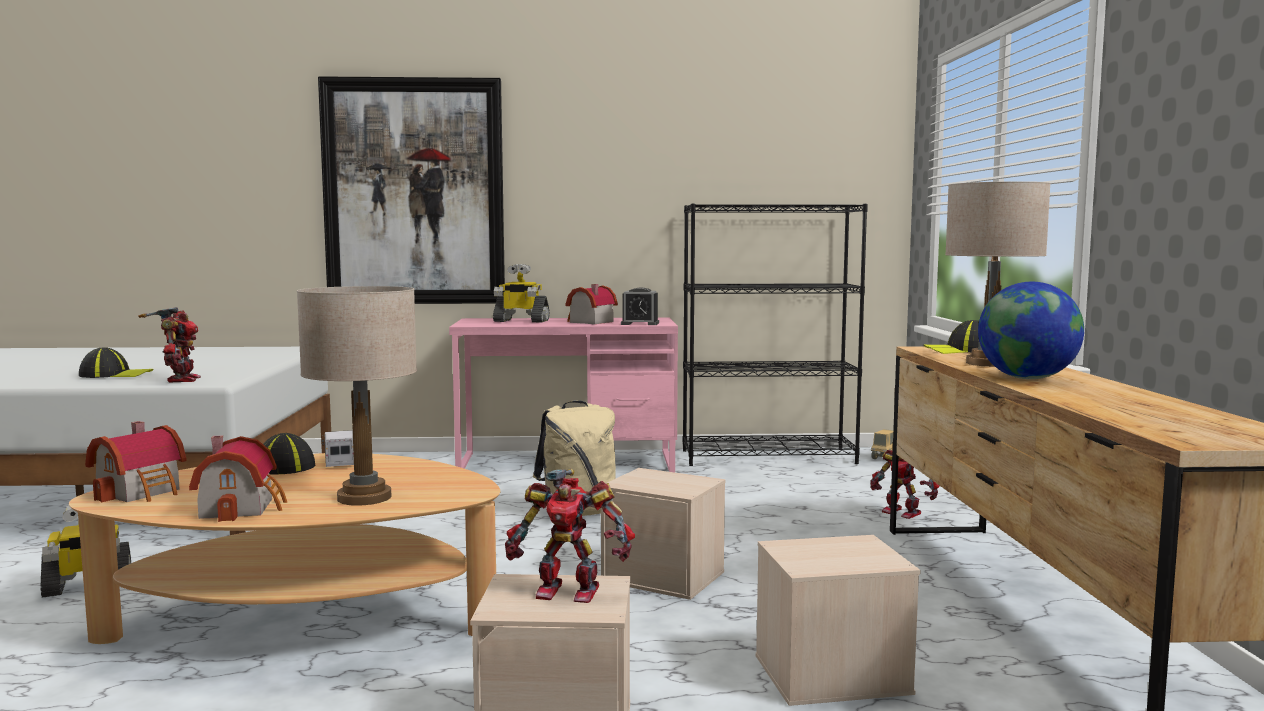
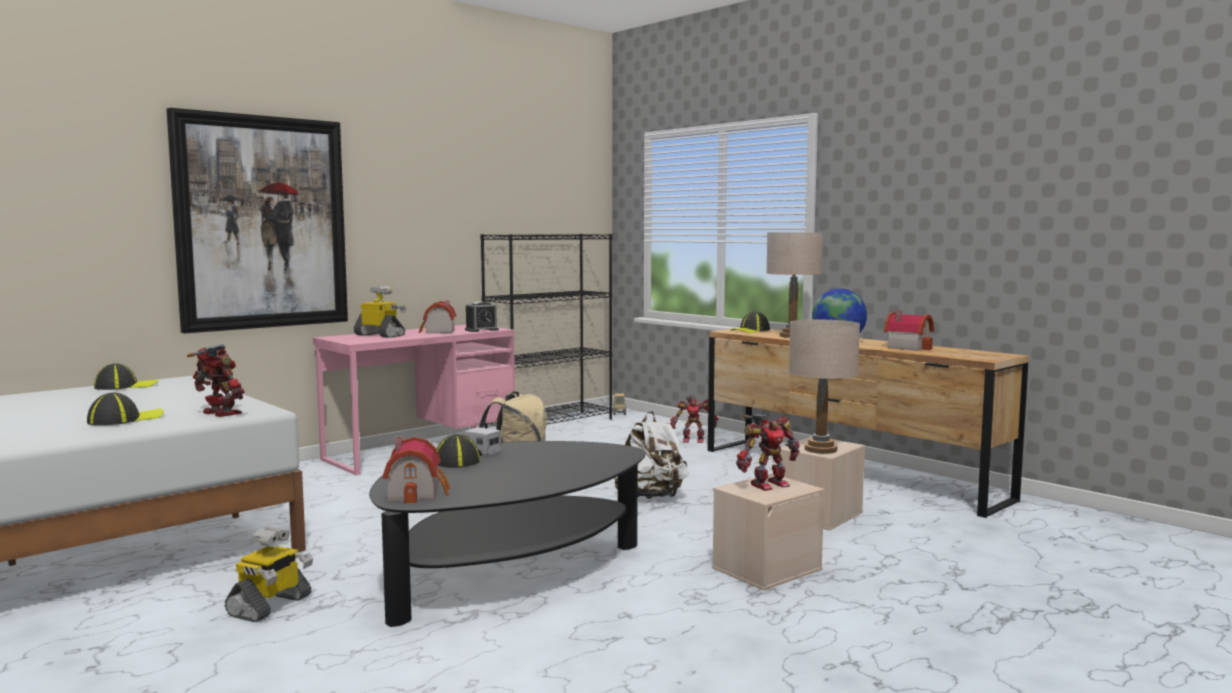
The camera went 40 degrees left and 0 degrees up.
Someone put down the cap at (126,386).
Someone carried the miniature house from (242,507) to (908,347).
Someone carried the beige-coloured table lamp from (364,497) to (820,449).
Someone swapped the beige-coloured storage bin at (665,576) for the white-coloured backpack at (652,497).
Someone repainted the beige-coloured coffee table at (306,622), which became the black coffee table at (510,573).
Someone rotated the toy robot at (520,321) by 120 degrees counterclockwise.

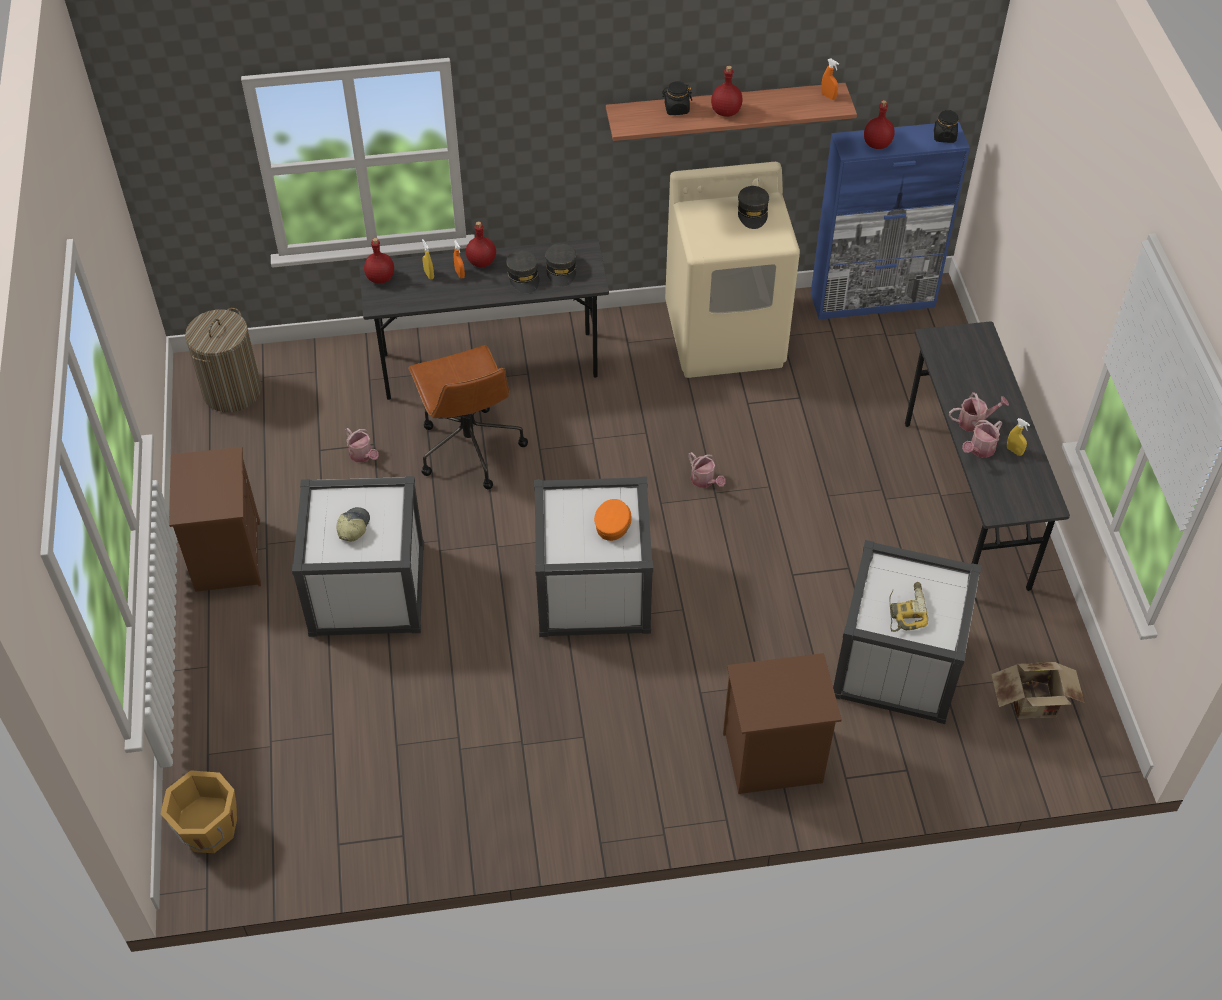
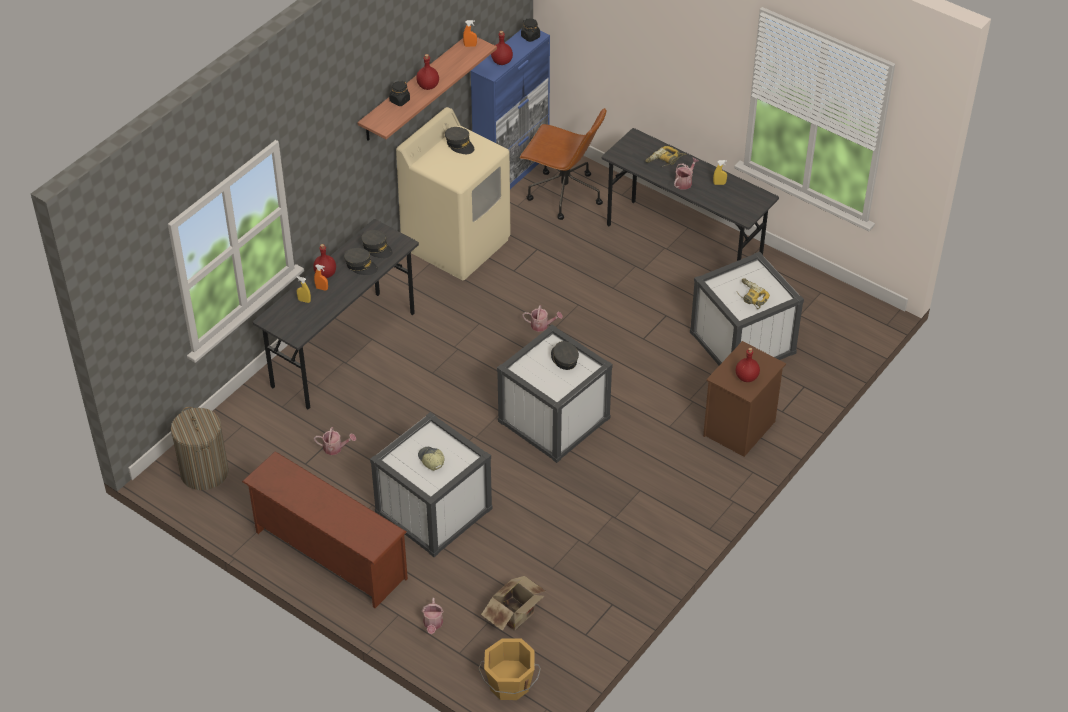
The camera went 45 degrees left and 5 degrees down.
Someone put down the power drill at (665,161).
Someone carried the red-coloured drink bottle from (381,278) to (747,377).
Someone carried the brown desk chair from (469,447) to (563,194).
Someone carried the watering can from (979,450) to (433,624).
Someone carried the cardboard box from (1034,706) to (516,615).
Someone swapped the brown nightstand at (226,555) for the brown shoe stand at (328,555).
Someone repainted the orange cap at (613,523), which became the greyish cap at (564,359).

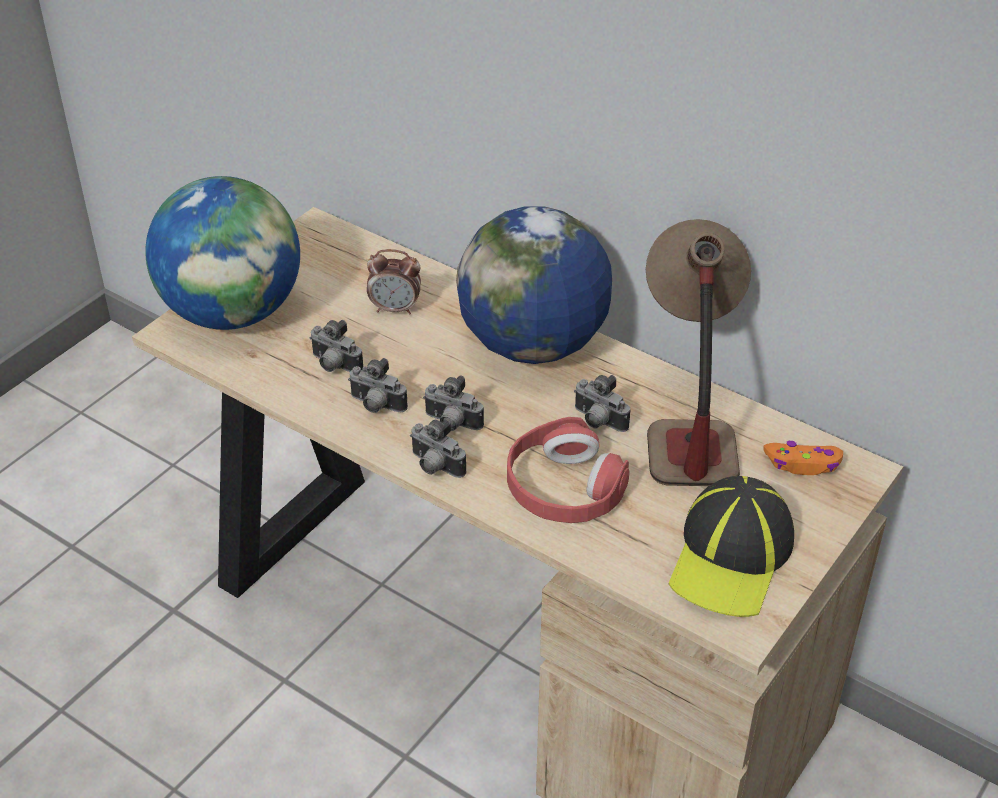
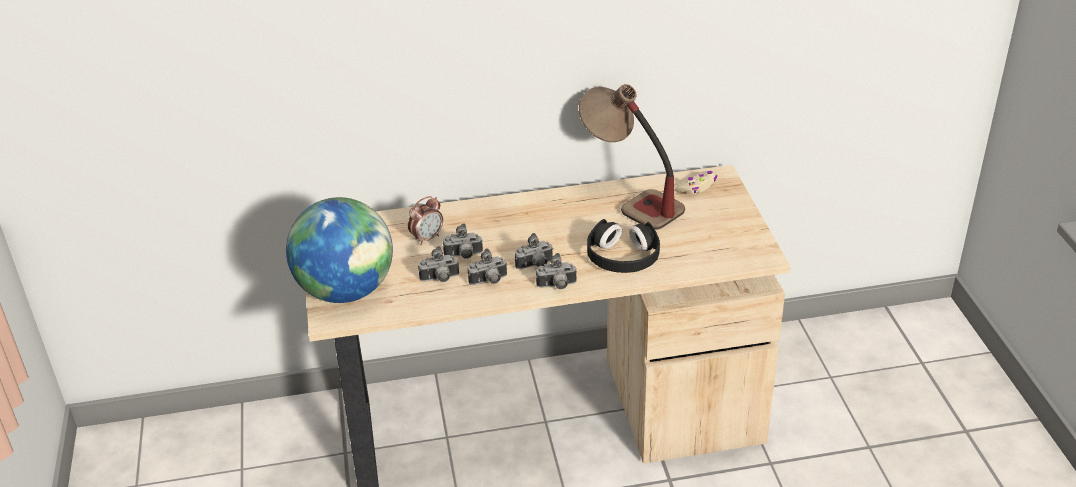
The camera went 45 degrees left and 5 degrees down.
Someone took away the globe at (533,345).
Someone took away the cap at (731,556).
Someone carried the still camera from (597,422) to (463,256).
Someone repainted the red-coloured pair of headphones at (564,487), which became the black pair of headphones at (623,257).
Someone repainted the orange joypad at (803,464), which became the beige-coloured joypad at (697,187).

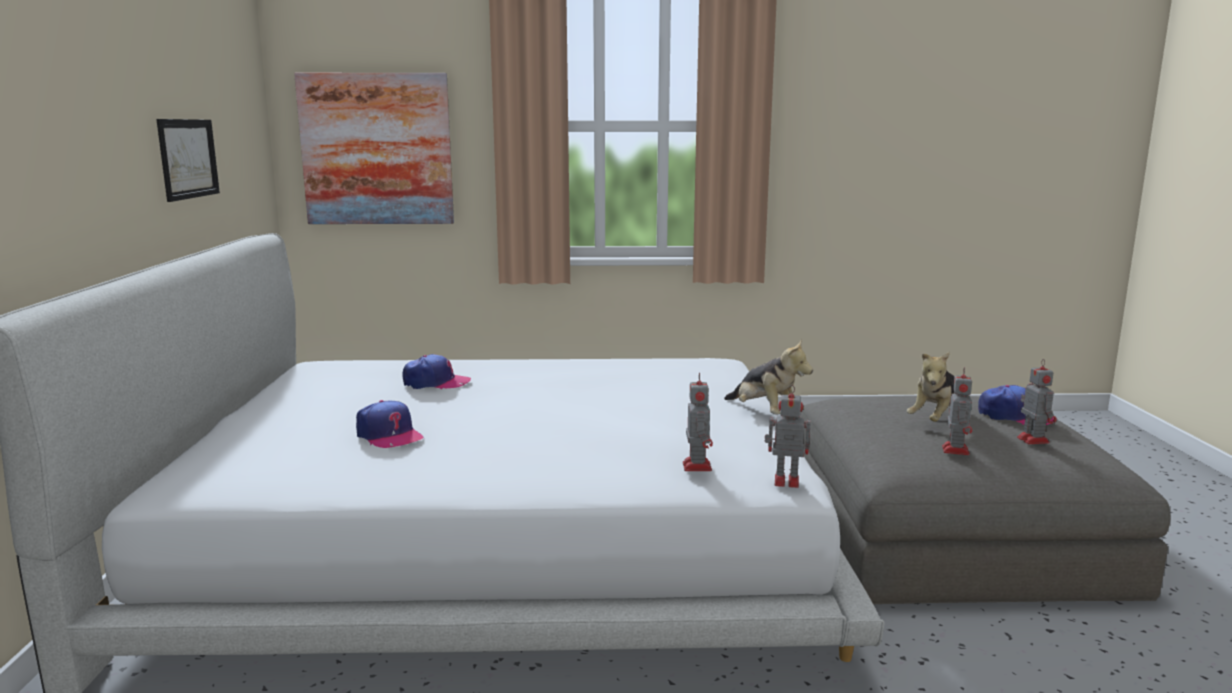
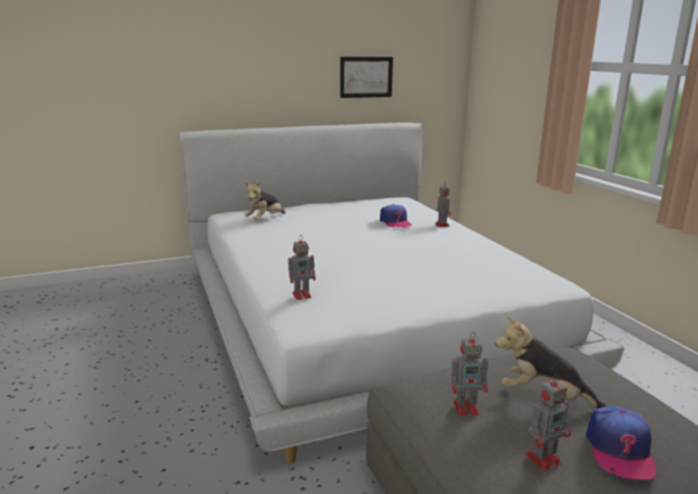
The camera went 70 degrees right and 5 degrees up.
Someone took away the picture at (377,149).
Someone took away the cap at (389,435).
Someone carried the plush toy from (764,413) to (265,220).
Someone carried the toy robot from (784,481) to (441,224).

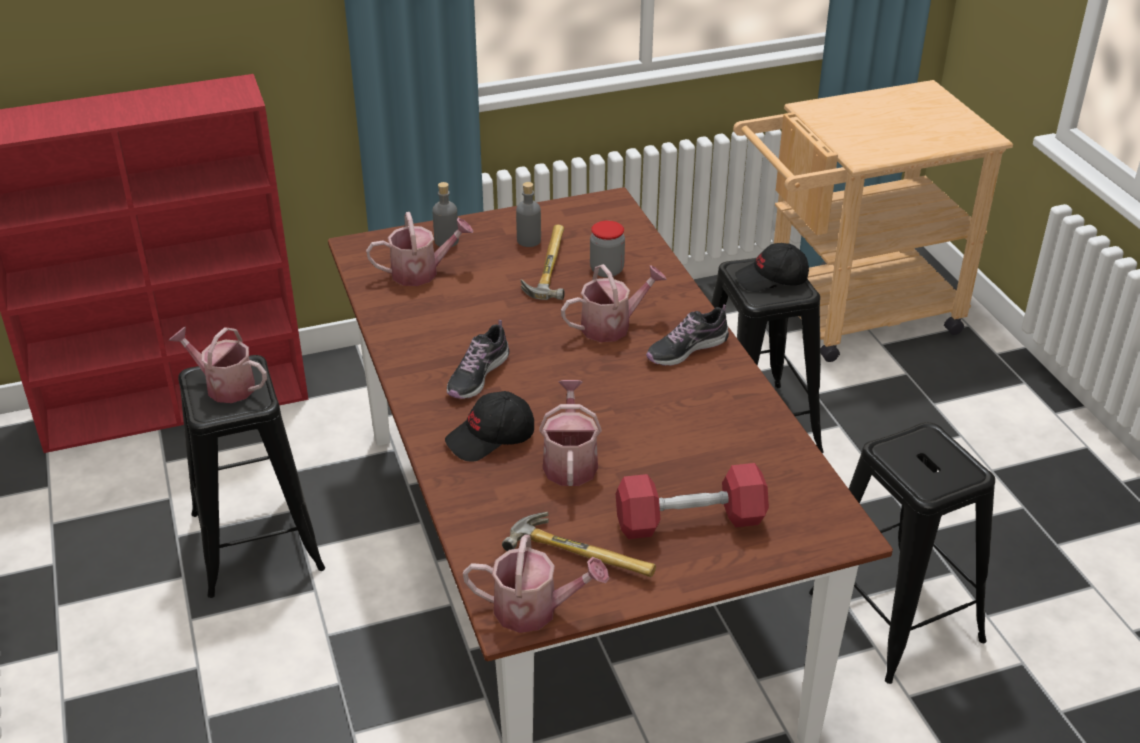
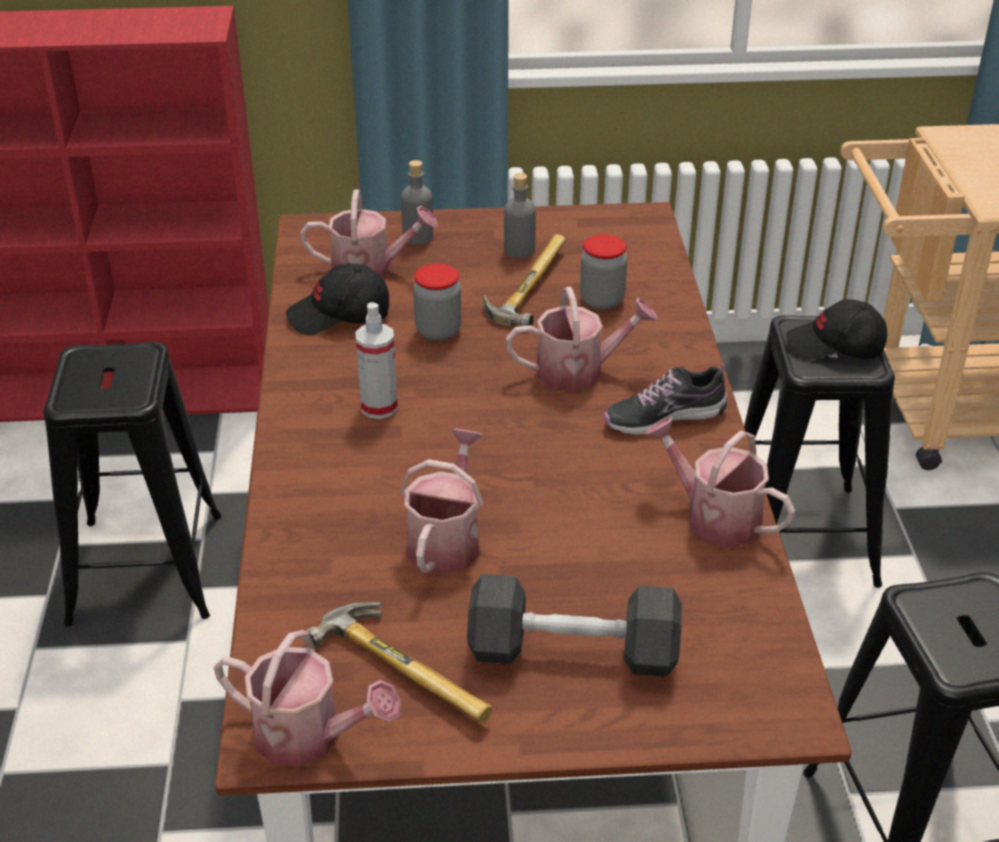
The camera went 15 degrees right and 0 degrees up.
Someone put down the preserve jar at (438,331).
Someone carried the watering can from (224,386) to (714,516).
Someone carried the black cap from (491,438) to (340,316).
Someone swapped the low shoe at (477,375) for the sprayer at (379,407).
Someone repainted the red-coloured hand weight at (690,521), which became the greyish hand weight at (573,652).

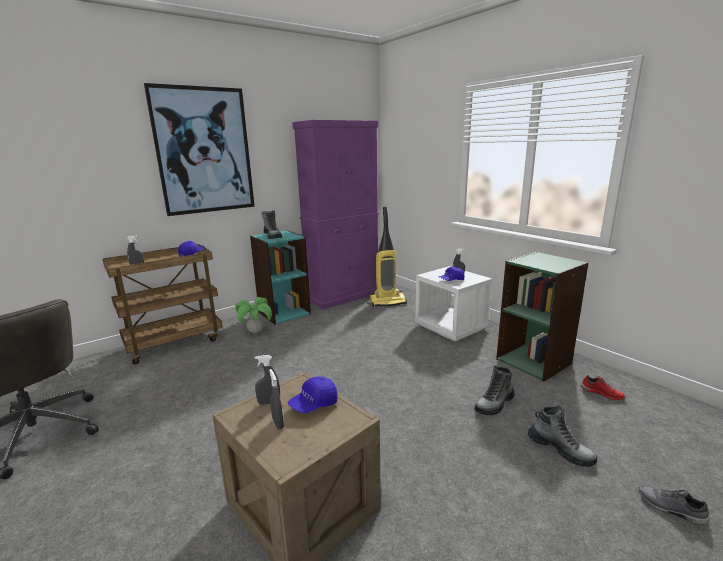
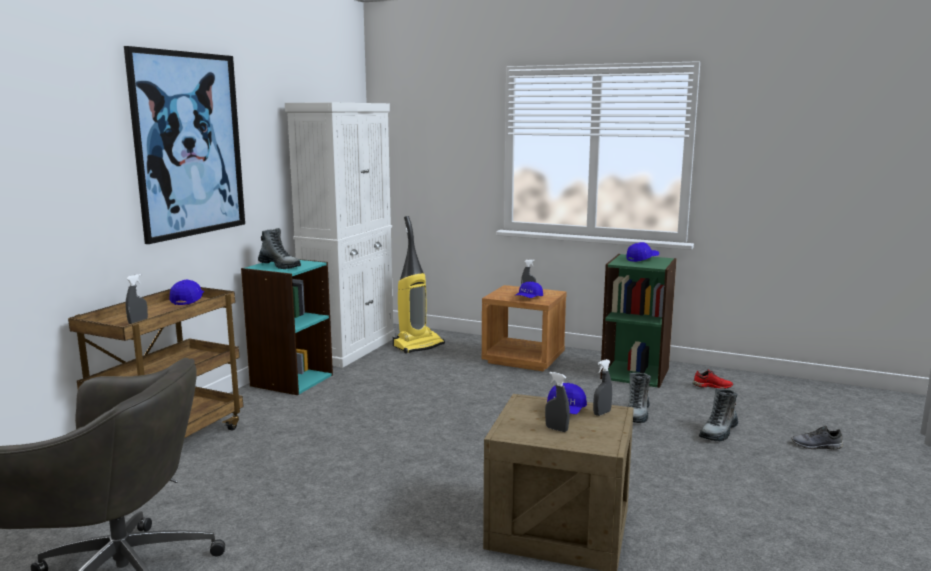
The camera went 30 degrees left and 5 degrees down.
Someone took away the plant in a pot at (256,332).
Someone put down the bluish cap at (642,259).
Someone carried the greyish sprayer from (269,402) to (602,413).
Someone repainted the purplish cupboard at (343,296), which became the white-coloured cupboard at (349,348).
Someone repainted the white-coloured nightstand at (451,327), which became the brown nightstand at (524,359).
Someone rotated the boot at (560,450) by 120 degrees clockwise.

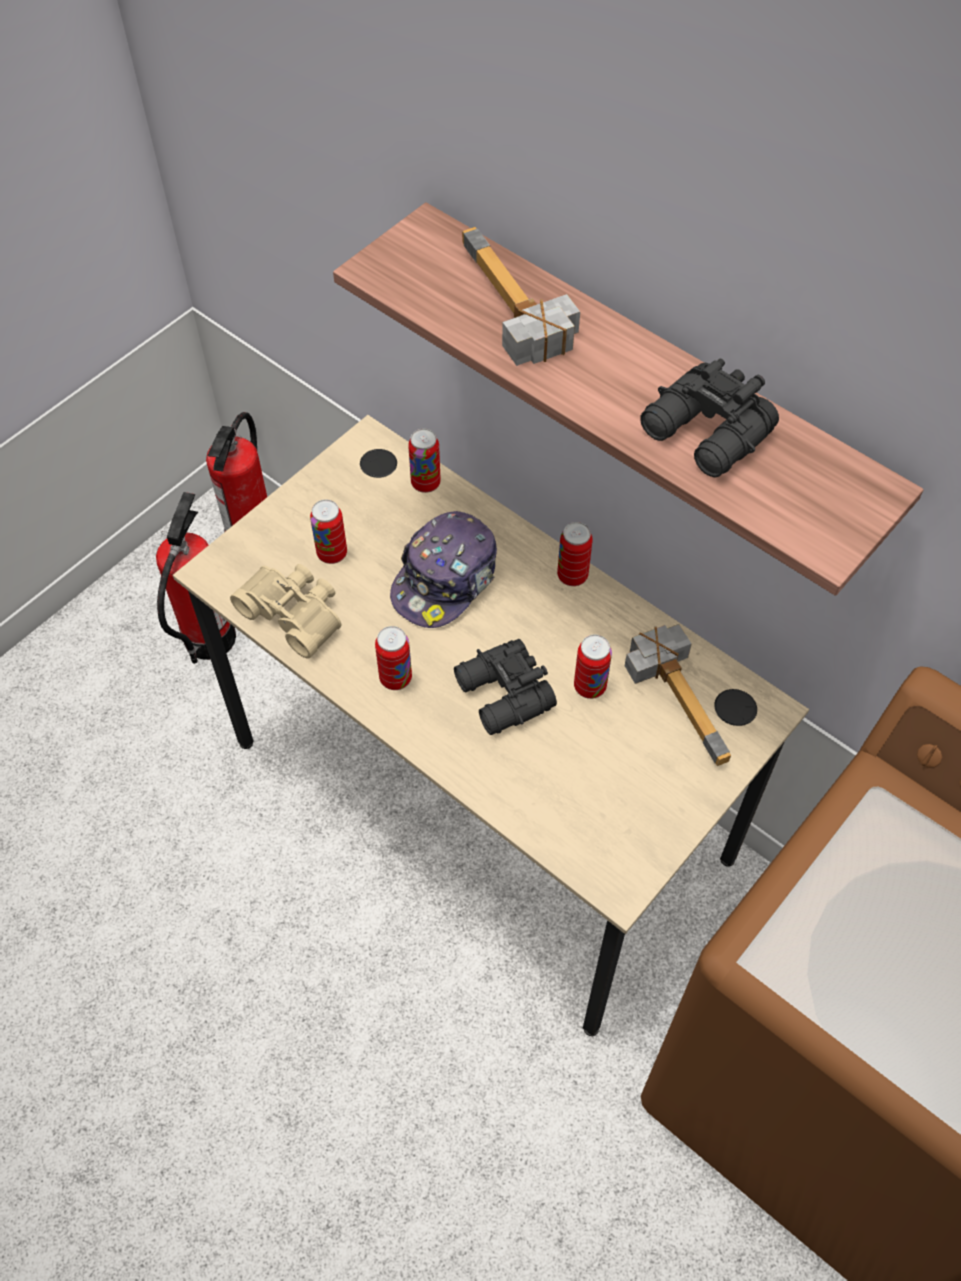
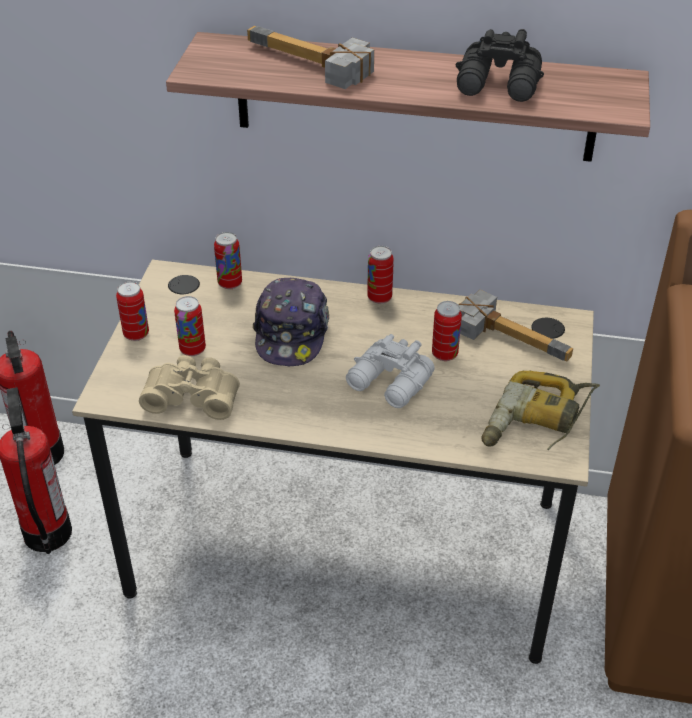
The camera went 30 degrees left and 15 degrees down.
Someone put down the power drill at (537,423).
Someone carried the metal can from (395,678) to (136,334).
Someone repainted the black field glasses at (503,696), which became the white-coloured field glasses at (390,384).

